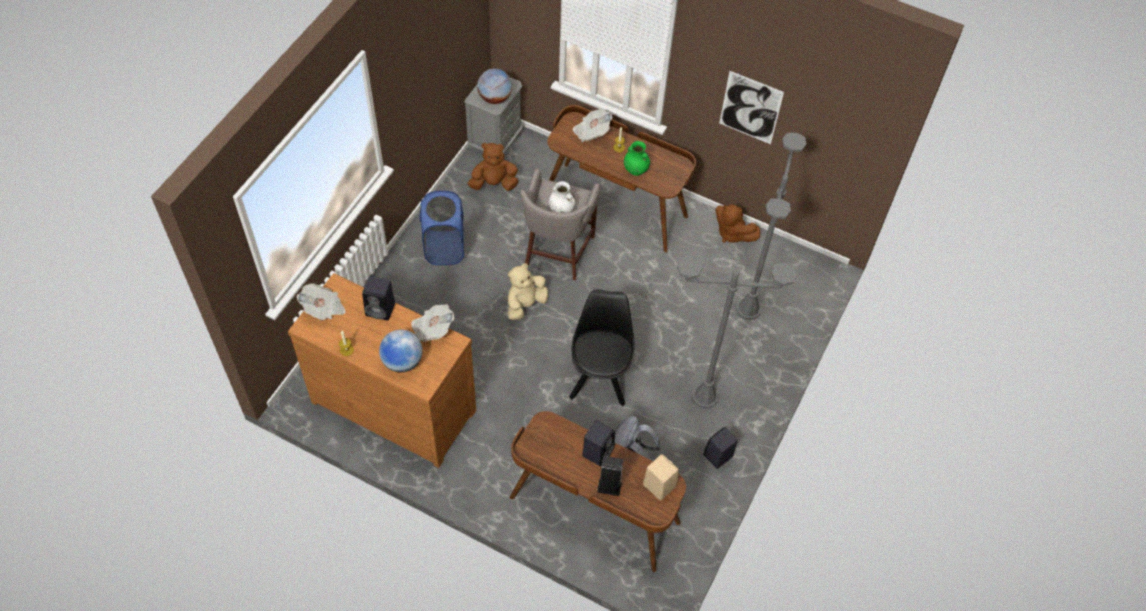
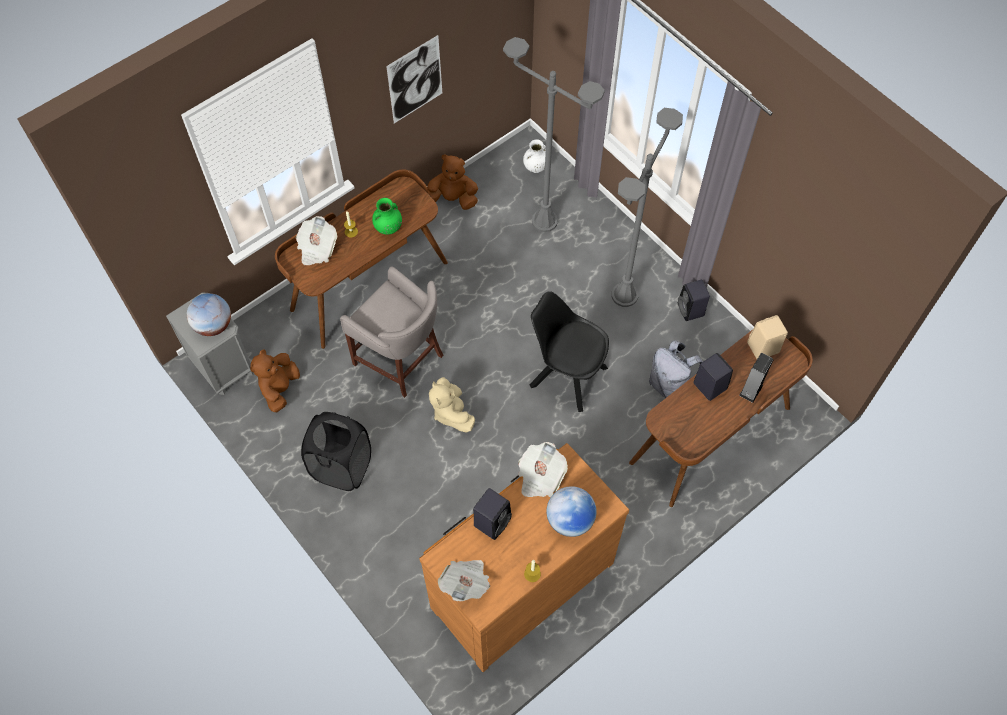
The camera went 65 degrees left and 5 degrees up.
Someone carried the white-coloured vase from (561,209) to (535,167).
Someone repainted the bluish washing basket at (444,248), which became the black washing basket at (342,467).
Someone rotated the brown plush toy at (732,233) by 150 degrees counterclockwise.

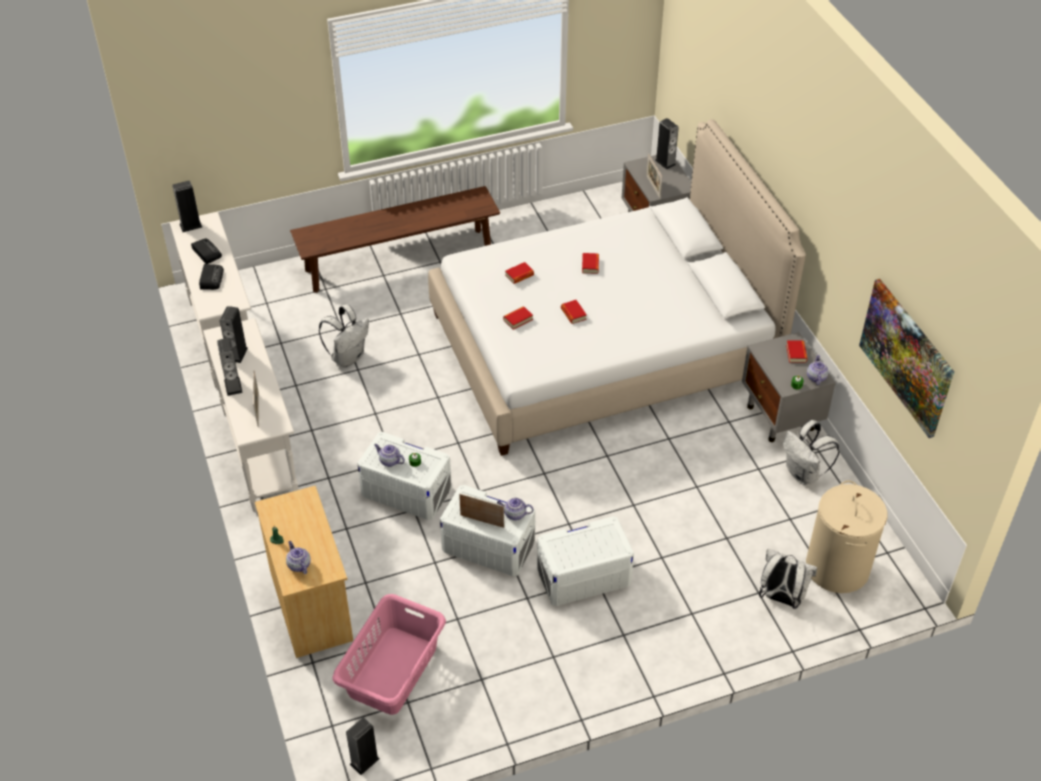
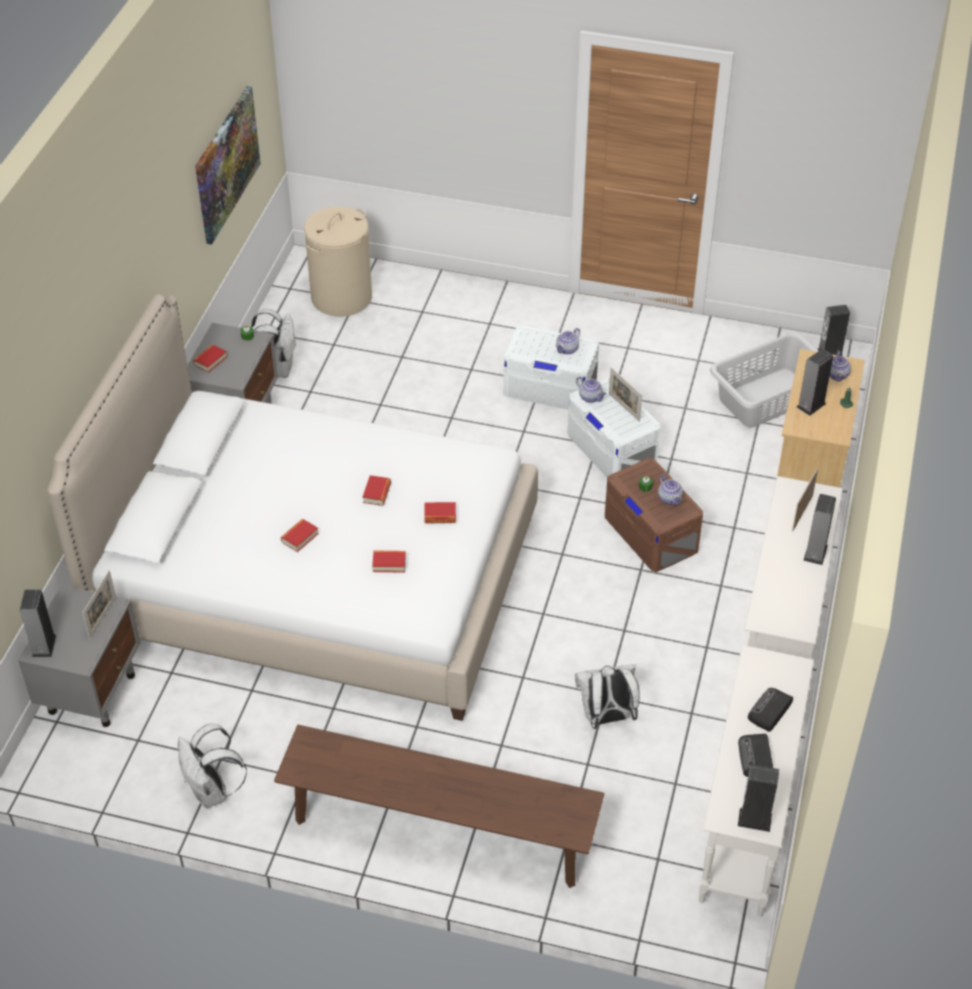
The camera went 145 degrees left and 0 degrees up.
Someone carried the audio speaker from (237,354) to (811,405).
Someone carried the white-coloured backpack from (781,598) to (212,792).
Someone carried the teapot from (816,377) to (567,349).
Someone repainted the pink-coloured washing basket at (391,670), which became the greyish washing basket at (768,398).
Someone repainted the white-coloured storage bin at (406,491), which became the brown storage bin at (651,533).

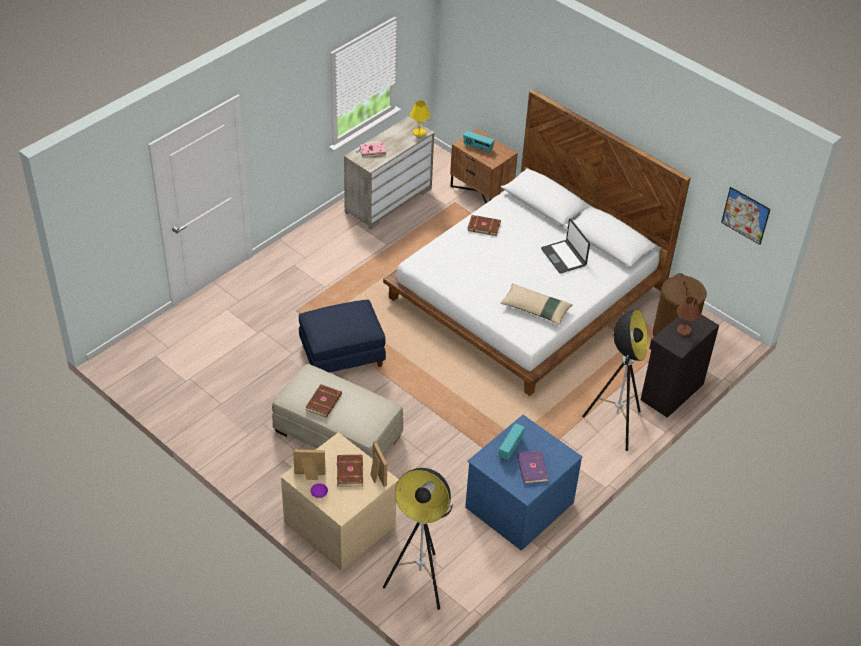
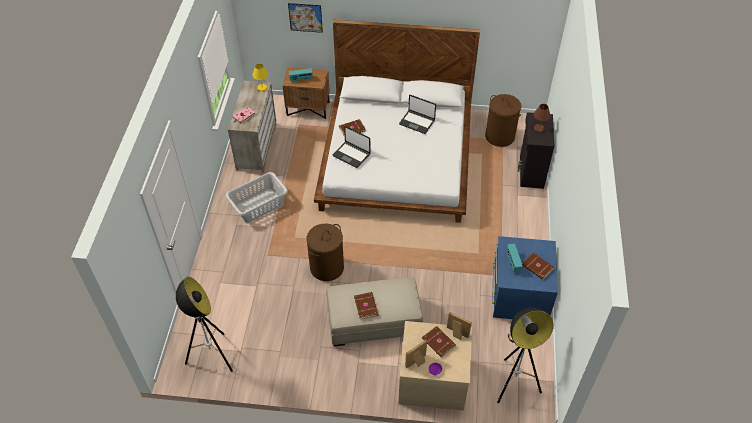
The camera went 35 degrees left and 5 degrees up.
Someone took away the beige-coloured pillow at (535,309).
Someone put down the greyish washing basket at (259,206).
Someone put down the portable computer at (351,154).
Someone carried the standing lamp from (614,425) to (212,356).
Someone carried the picture from (745,215) to (305,17).
Someone swapped the bluish footrest at (342,356) for the brown washing basket at (327,267).
Someone repainted the purplish volume at (531,468), which became the brown volume at (537,267).

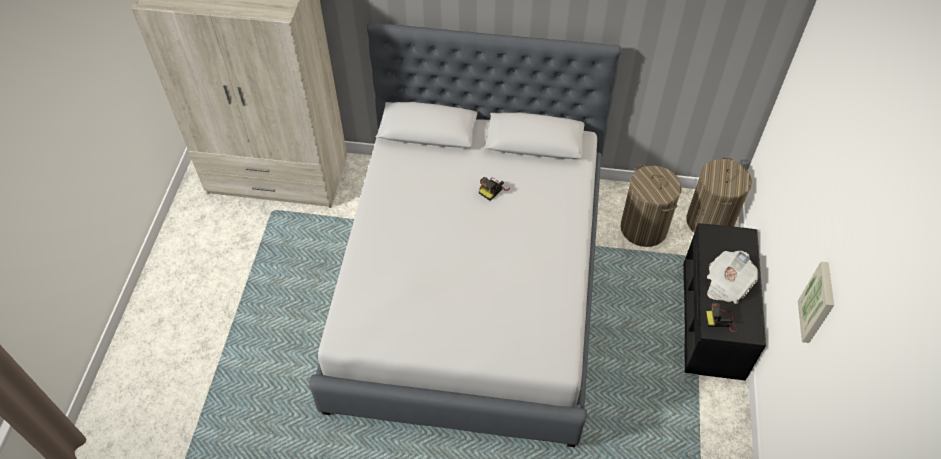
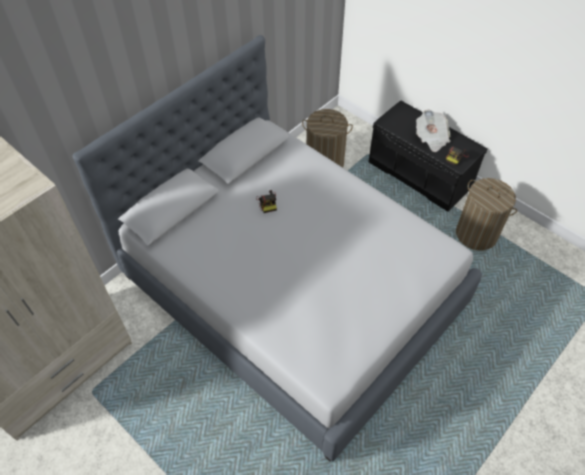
The camera went 55 degrees left and 0 degrees up.
Someone took away the picture at (818,303).
Someone carried the washing basket from (709,221) to (476,234).

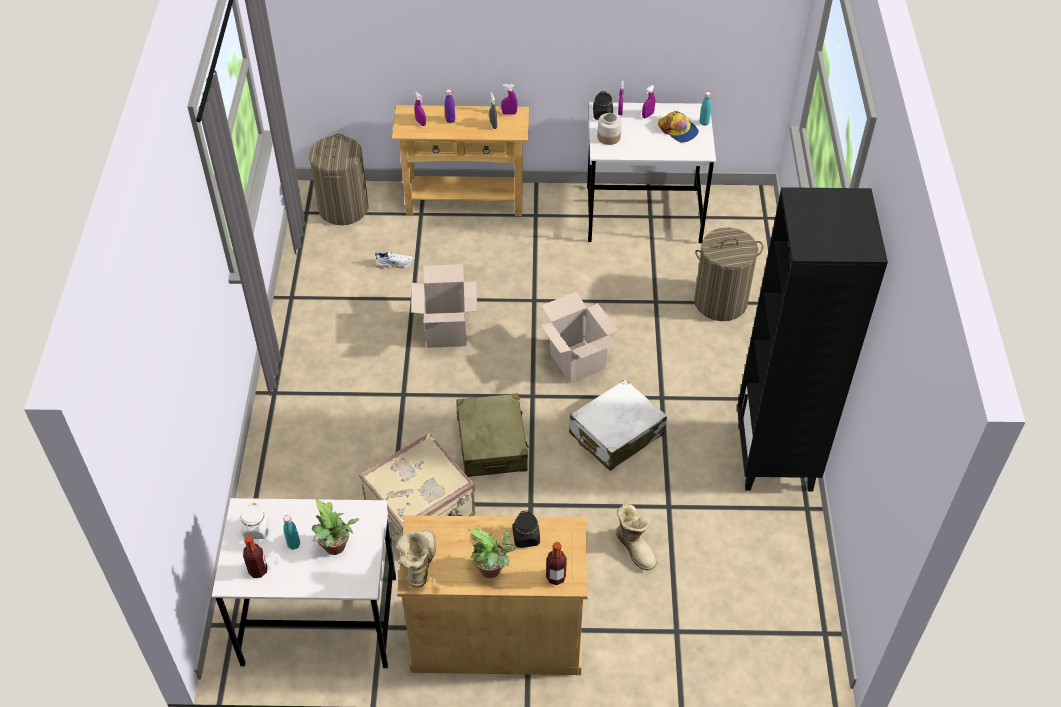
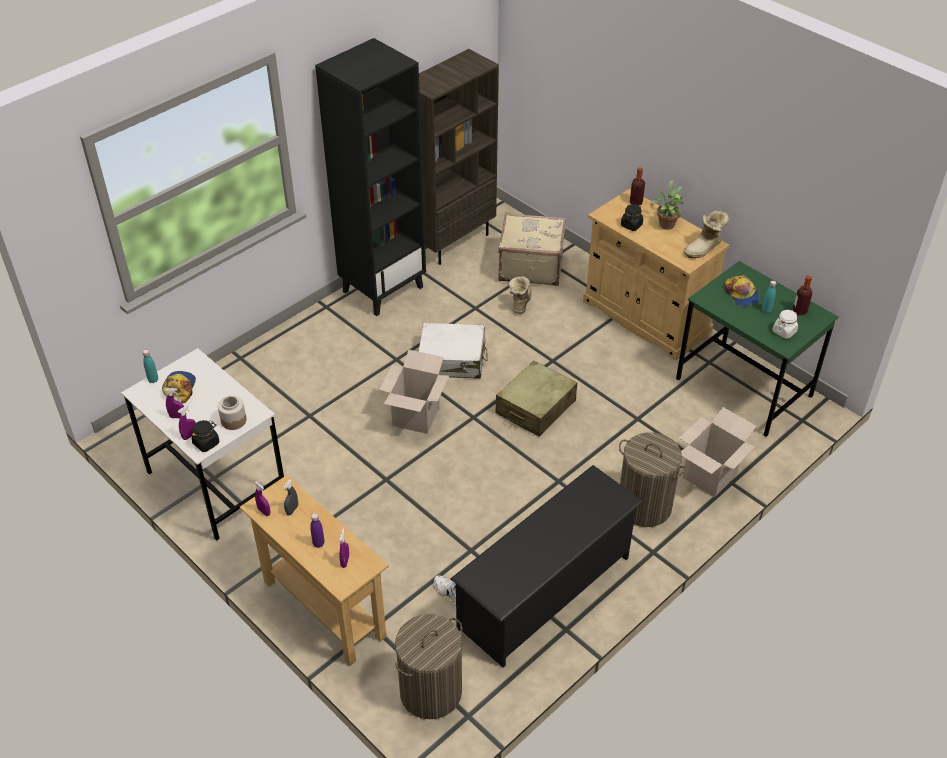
The camera went 135 degrees left and 5 degrees down.
Someone put down the brown bookshelf at (453,241).
Someone put down the black shoe stand at (545,592).
Someone carried the beige-coloured suitcase from (422,513) to (530,266).
Someone carried the cardboard box from (446,331) to (709,476).
Someone carried the washing basket from (720,302) to (644,506).
Someone swapped the plant in a pot at (336,548) for the cap at (741,294).
Someone repainted the white-coloured desk unit at (319,621), which became the greenish desk unit at (744,388).

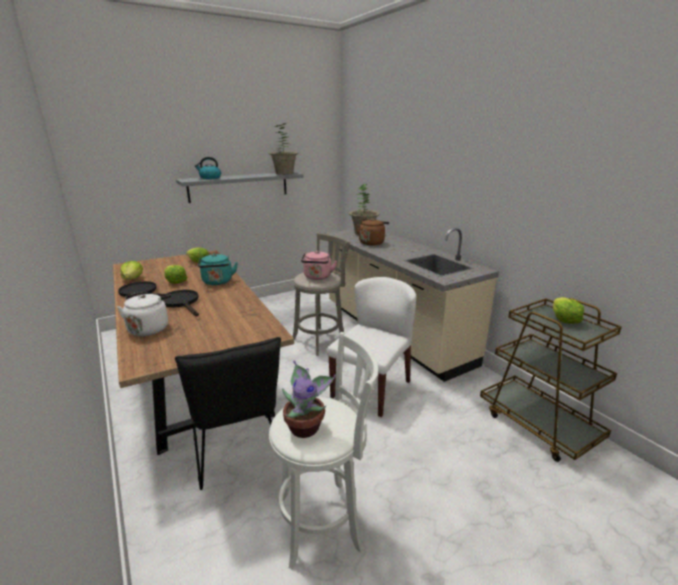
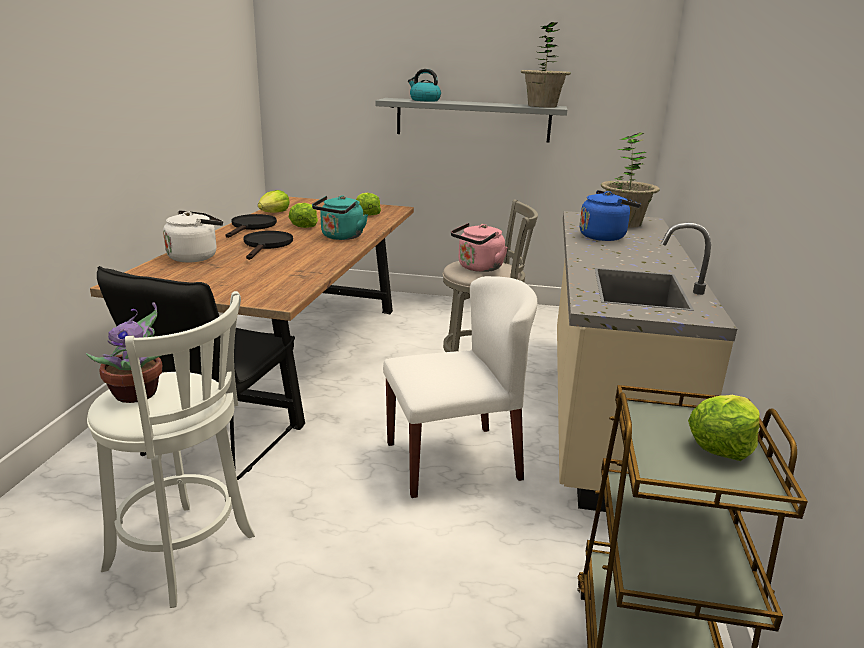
The camera went 40 degrees right and 0 degrees up.
Someone repainted the brown tea kettle at (372,242), which became the bluish tea kettle at (604,236).

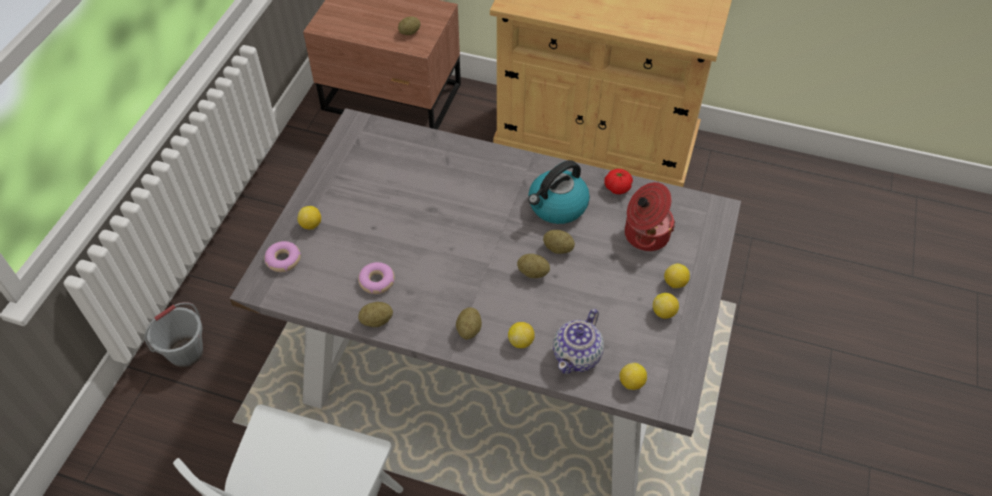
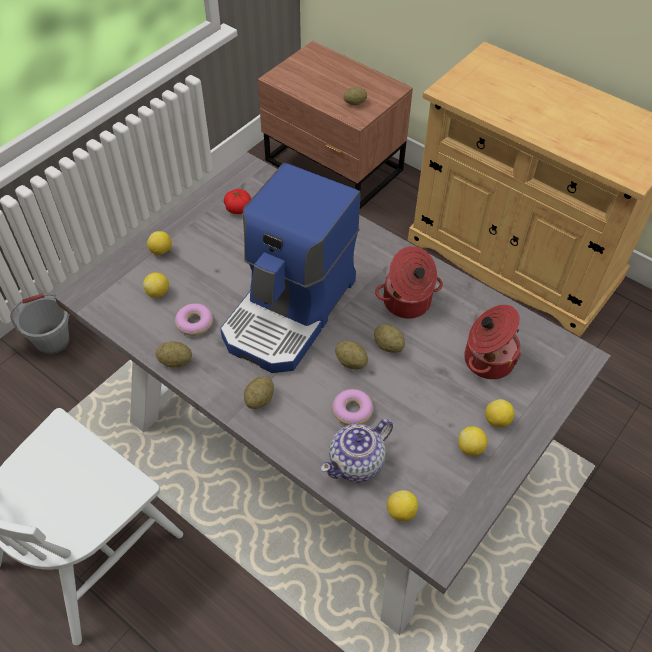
The camera went 20 degrees right and 0 degrees up.
Someone put down the coffee brewer at (290,311).
Someone carried the doughnut from (283,260) to (352,411).
Someone carried the citrus fruit from (521,341) to (158,293).
Someone carried the fresh tomato from (617,188) to (238,209).
Someone swapped the tea kettle at (557,206) for the saucepot at (407,303).

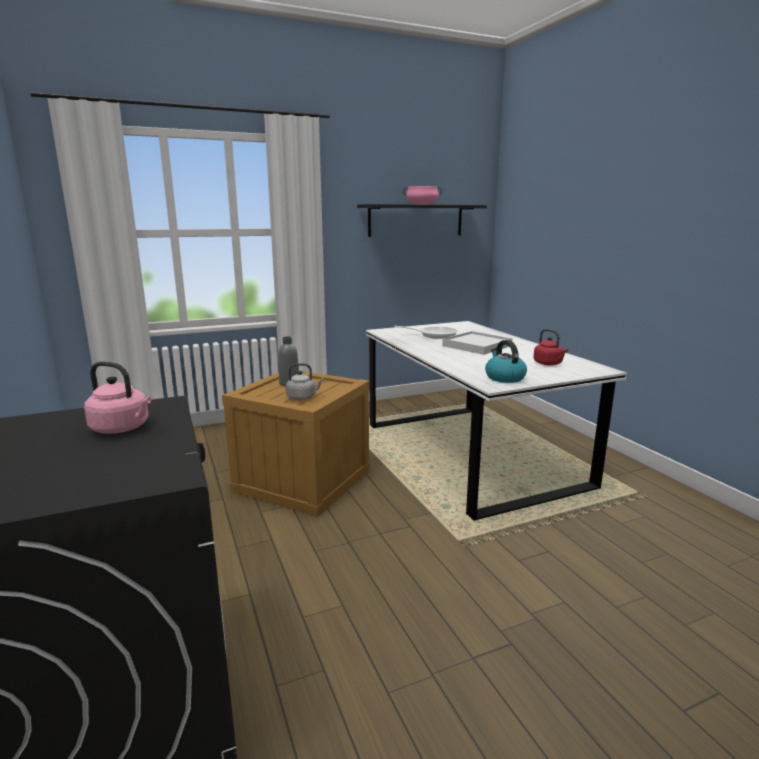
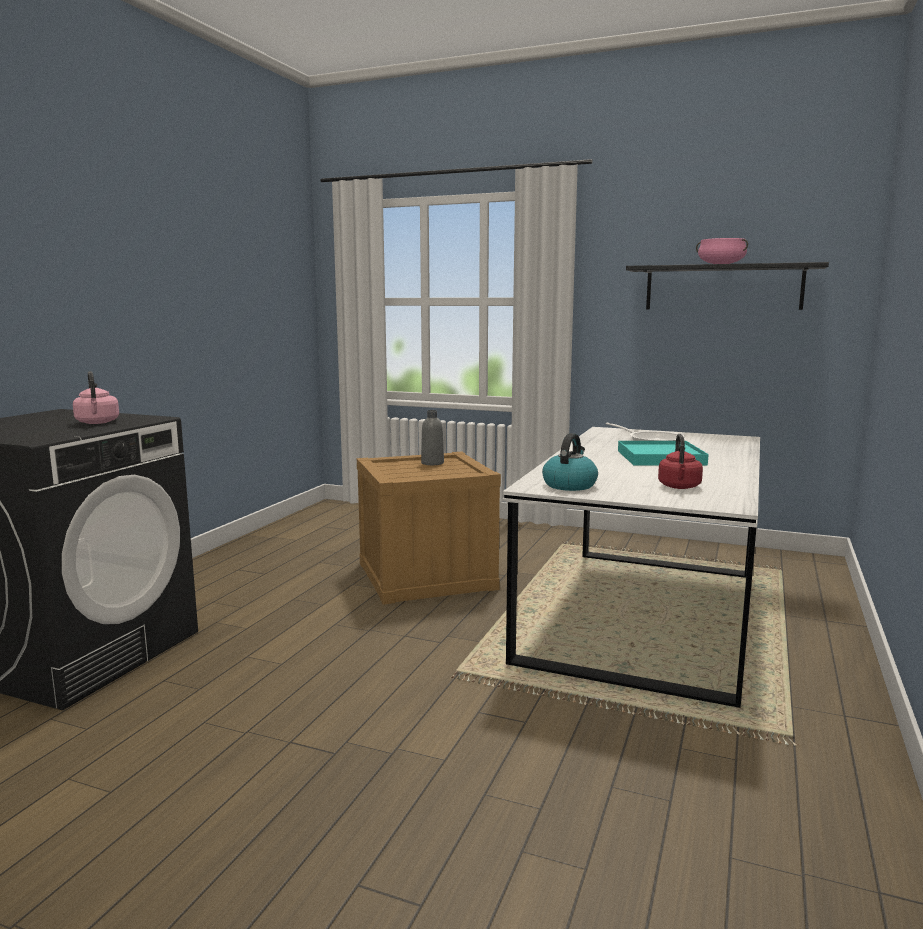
The camera went 45 degrees right and 5 degrees down.
Someone took away the greyish tea kettle at (303,397).
Someone repainted the white-coloured tray at (477,346), which became the blue-green tray at (660,458).

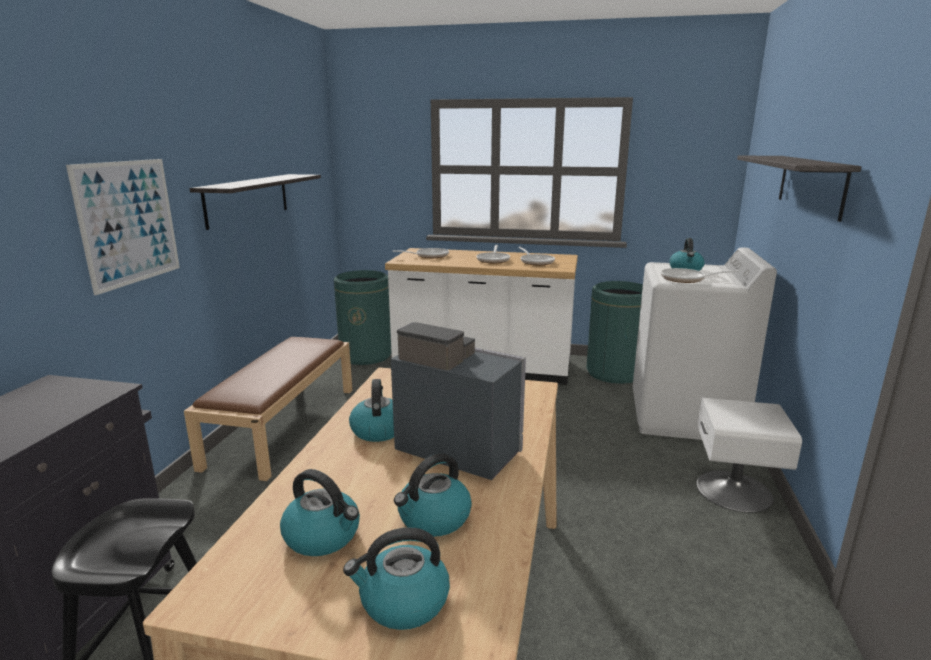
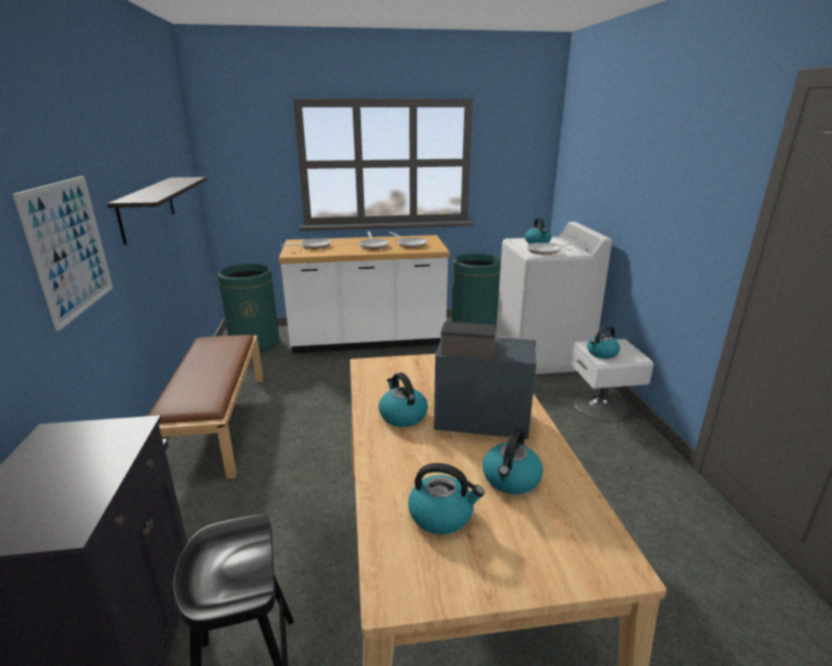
The camera went 20 degrees left and 5 degrees up.
Someone took away the shelf at (810,184).
Someone carried the tea kettle from (403,602) to (602,353).

